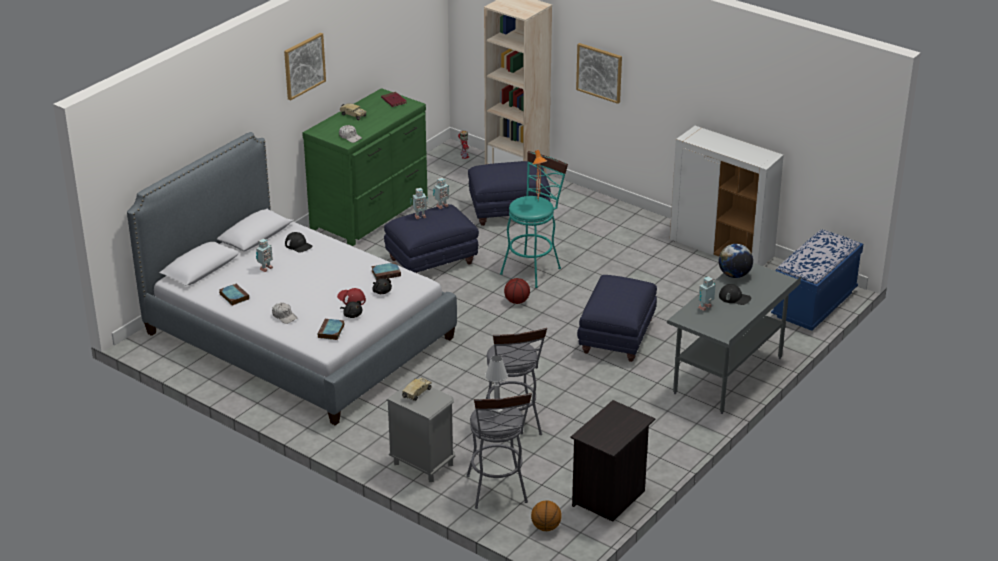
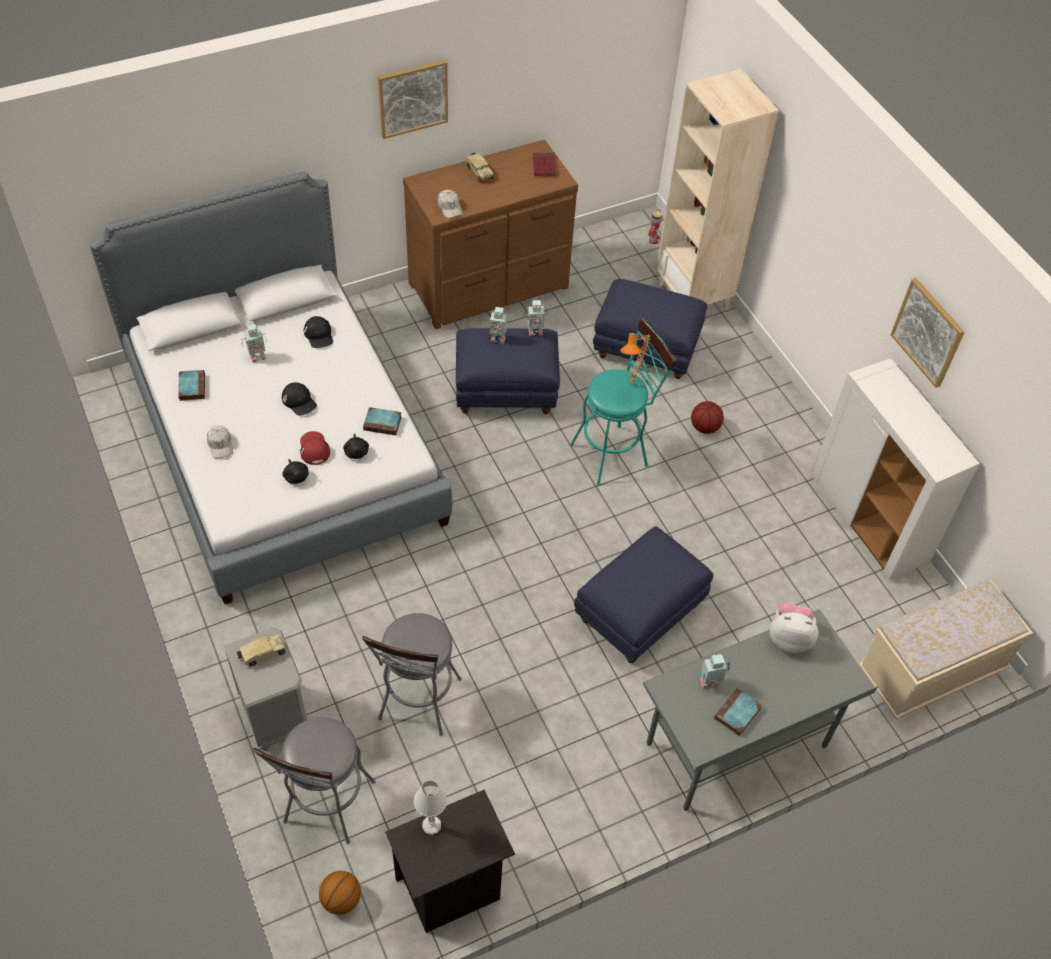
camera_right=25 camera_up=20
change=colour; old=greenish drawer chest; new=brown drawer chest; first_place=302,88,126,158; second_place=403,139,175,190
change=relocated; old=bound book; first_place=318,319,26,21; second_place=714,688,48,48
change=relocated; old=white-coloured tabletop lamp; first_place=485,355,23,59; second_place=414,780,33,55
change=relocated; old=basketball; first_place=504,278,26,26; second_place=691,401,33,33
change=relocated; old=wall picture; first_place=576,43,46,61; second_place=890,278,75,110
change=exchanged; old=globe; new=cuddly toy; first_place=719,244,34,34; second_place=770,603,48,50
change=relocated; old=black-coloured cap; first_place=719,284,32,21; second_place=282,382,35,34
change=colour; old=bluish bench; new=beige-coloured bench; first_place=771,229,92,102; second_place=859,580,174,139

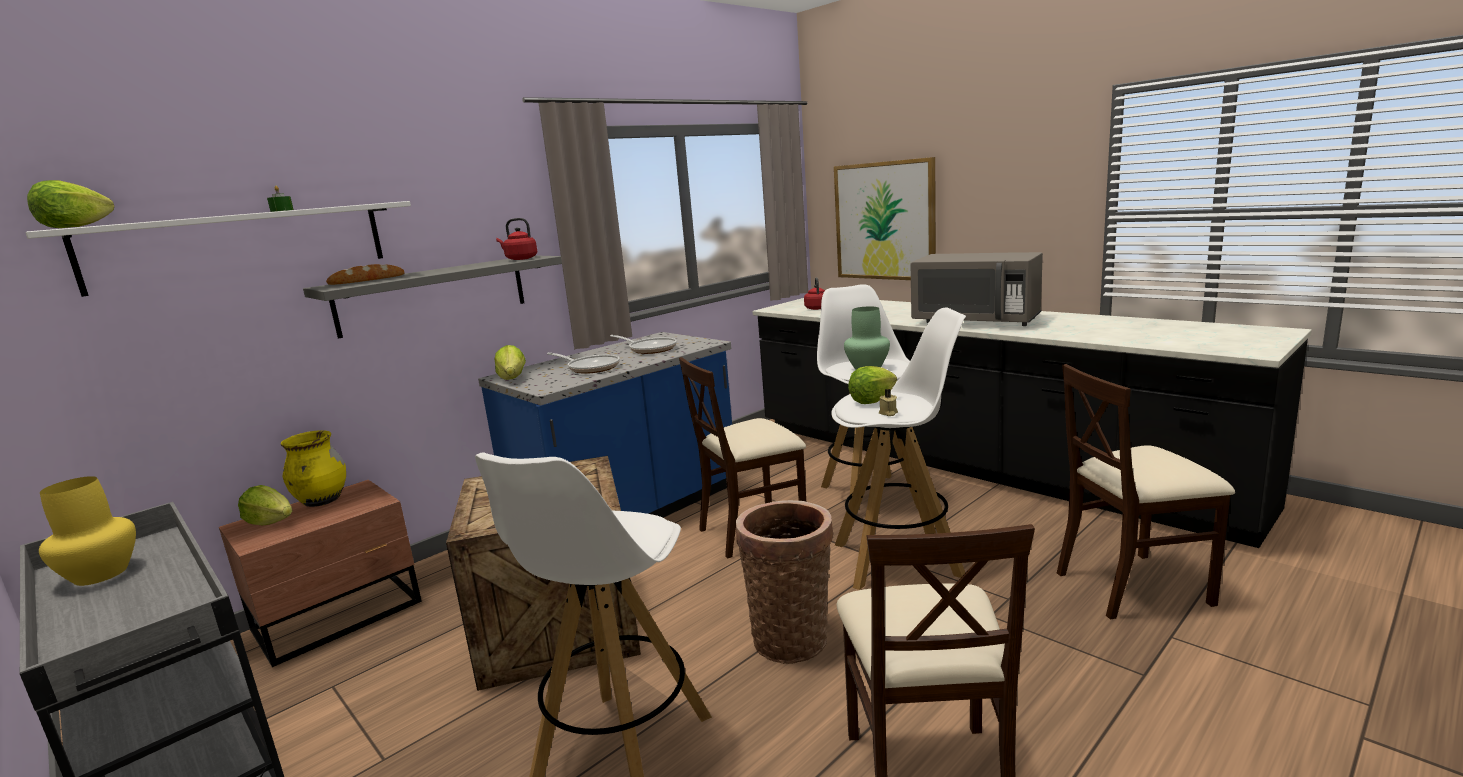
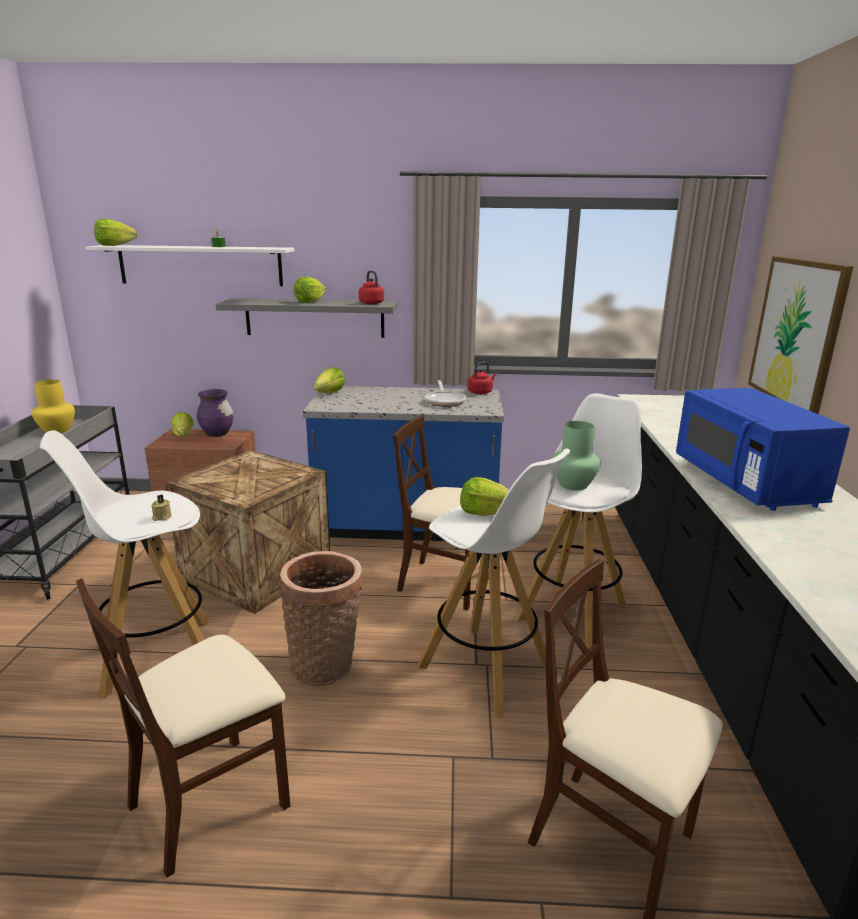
camera_right=45 camera_up=5
change=colour; old=yellow-coloured decorative vase; new=purplish decorative vase; first_place=281,430,65,77; second_place=197,389,36,48
change=missing; old=bakery bread; first_place=326,264,79,21
change=missing; old=pan; first_place=547,352,73,22
change=relocated; old=red water kettle; first_place=804,277,20,33; second_place=468,362,28,32
change=relocated; old=beige-coloured wax light; first_place=879,389,19,27; second_place=152,495,20,26
change=colour; old=grey microwave oven; new=bluish microwave oven; first_place=911,252,132,74; second_place=676,388,174,123
change=appeared; new=head of lettuce; second_place=293,277,33,26

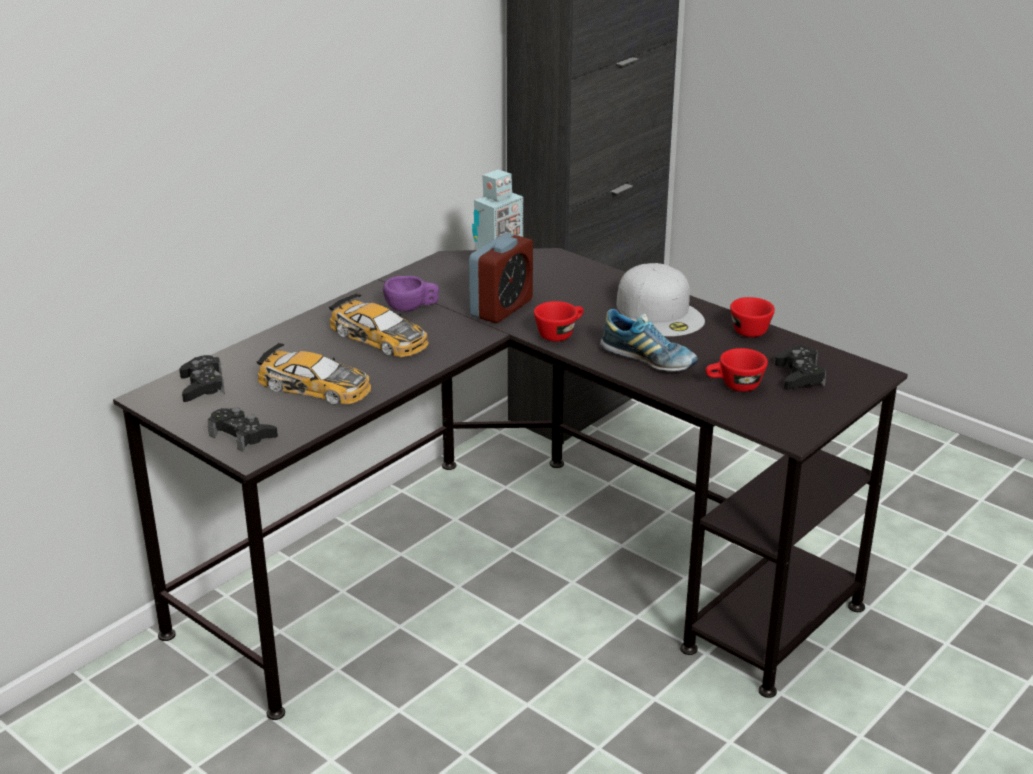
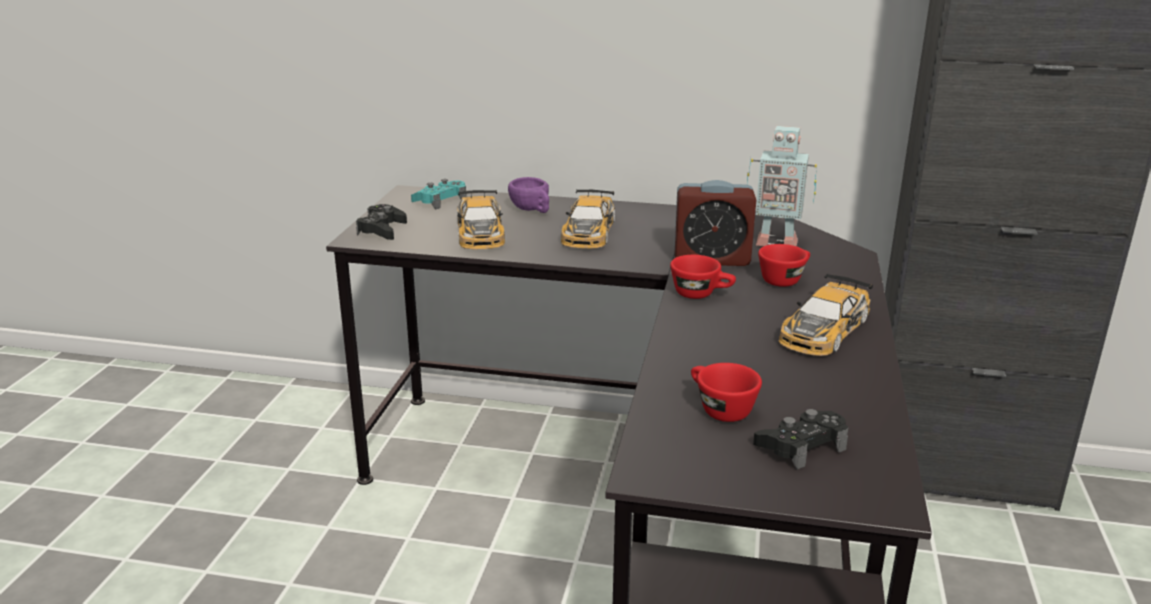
camera_right=60 camera_up=-5
change=colour; old=black-coloured joypad; new=blue-green joypad; first_place=179,355,46,47; second_place=411,179,56,31
change=relocated; old=purplish drinking cup; first_place=383,276,56,36; second_place=508,177,41,36
change=missing; old=low shoe; first_place=600,309,98,62
change=exchanged; old=white-coloured cap; new=miniature car; first_place=617,263,88,74; second_place=778,274,95,82
change=relocated; old=red drinking cup; first_place=730,297,45,40; second_place=758,244,52,43

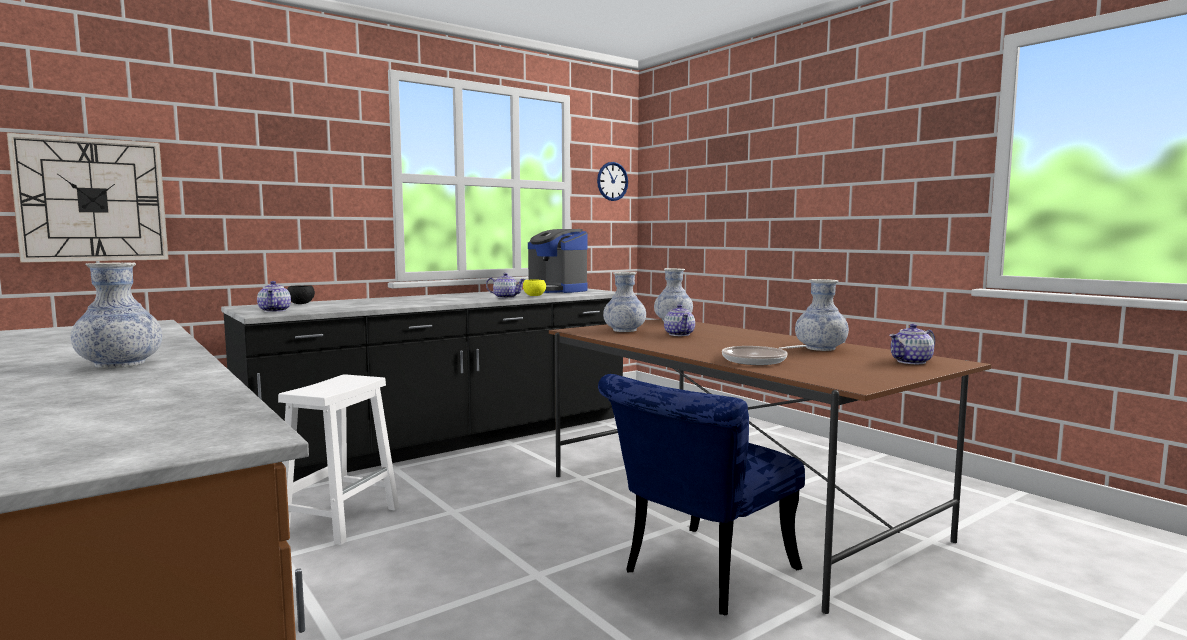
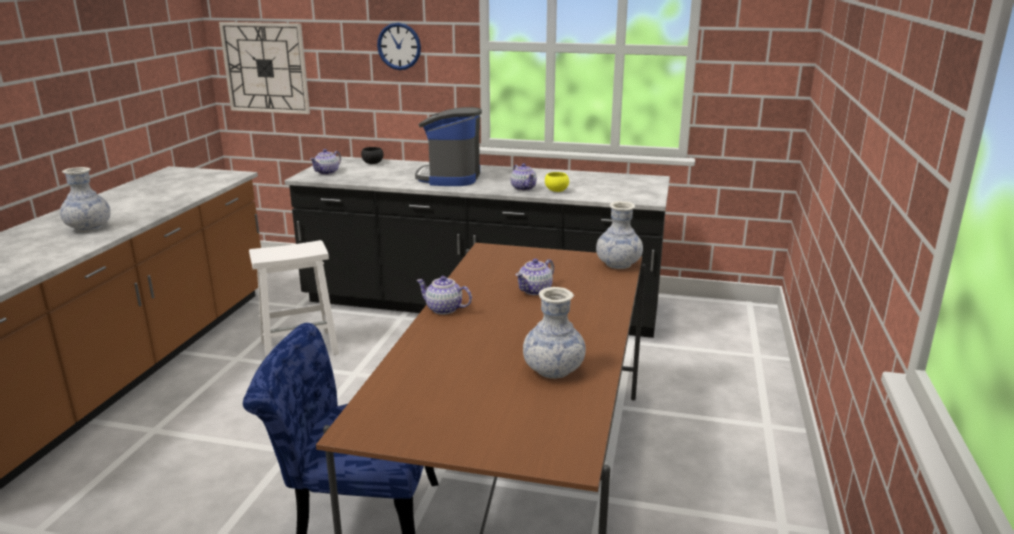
camera_right=50 camera_up=15
change=relocated; old=coffee maker; first_place=528,229,60,64; second_place=415,107,67,79
change=relocated; old=clock on the wall; first_place=597,162,31,39; second_place=377,23,44,47
change=missing; old=decorative vase; first_place=603,272,43,60
change=missing; old=pan; first_place=722,345,84,20
change=relocated; old=pot for tea; first_place=889,324,46,40; second_place=416,276,56,39

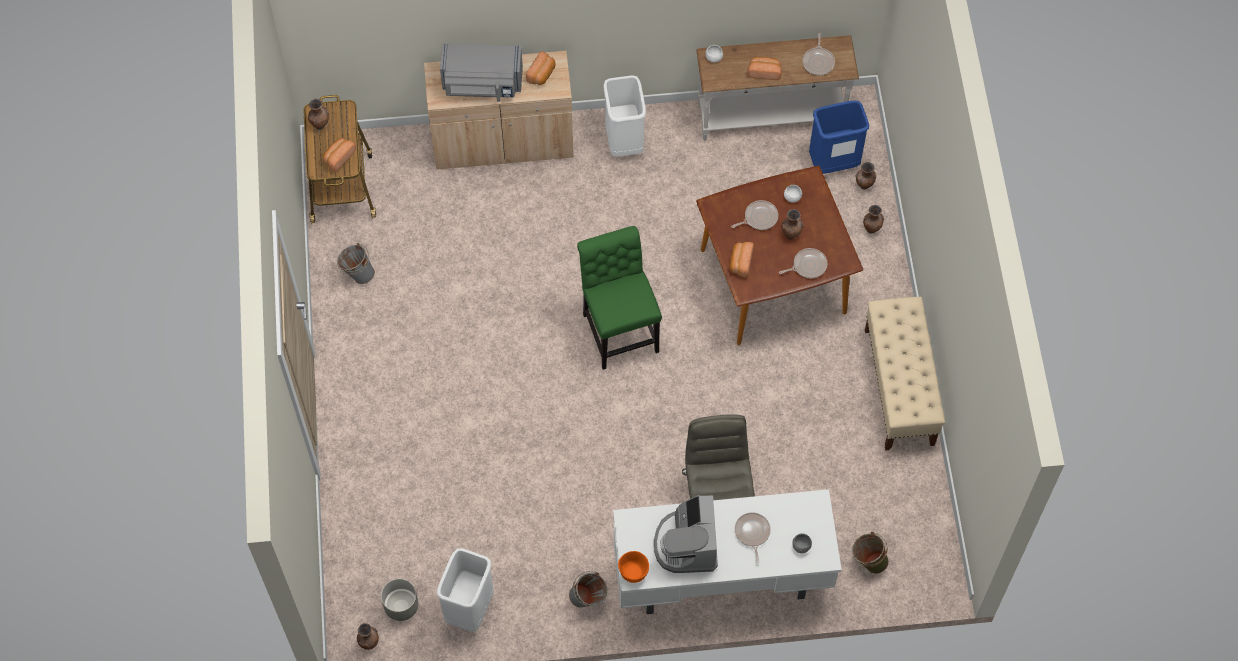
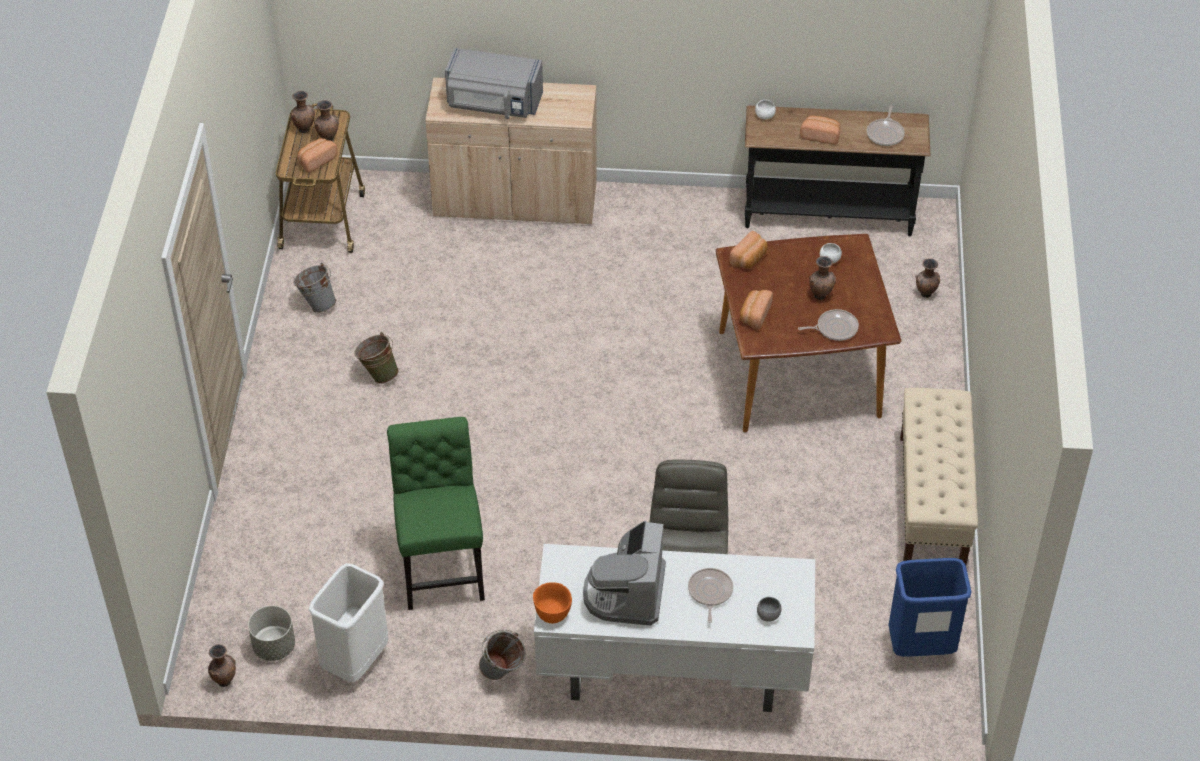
camera_right=10 camera_up=-15
change=relocated; old=bakery bread; first_place=526,51,29,34; second_place=730,231,38,38
change=relocated; old=greenish upright chair; first_place=577,226,85,144; second_place=387,417,98,193
change=missing; old=white-coloured trash can; first_place=603,75,43,82
change=colour; old=white-coloured hall table; new=black-coloured hall table; first_place=696,35,163,106; second_place=745,105,185,131
change=missing; old=pan; first_place=731,200,47,30
change=relocated; old=bluish trash can; first_place=809,100,60,74; second_place=889,558,83,99
change=relocated; old=greenish water bucket; first_place=852,532,37,42; second_place=355,332,44,52
change=relocated; old=brown decorative vase; first_place=863,205,21,29; second_place=314,100,25,41

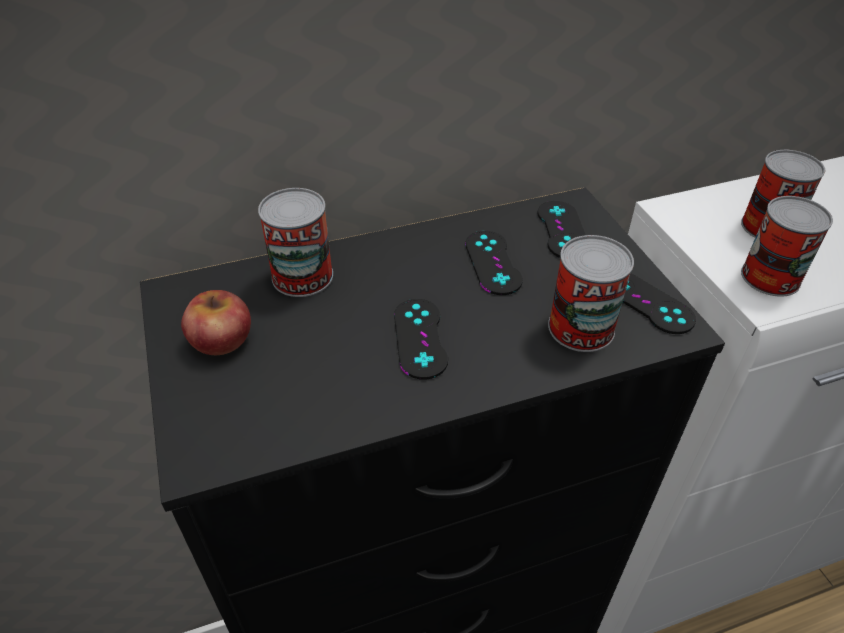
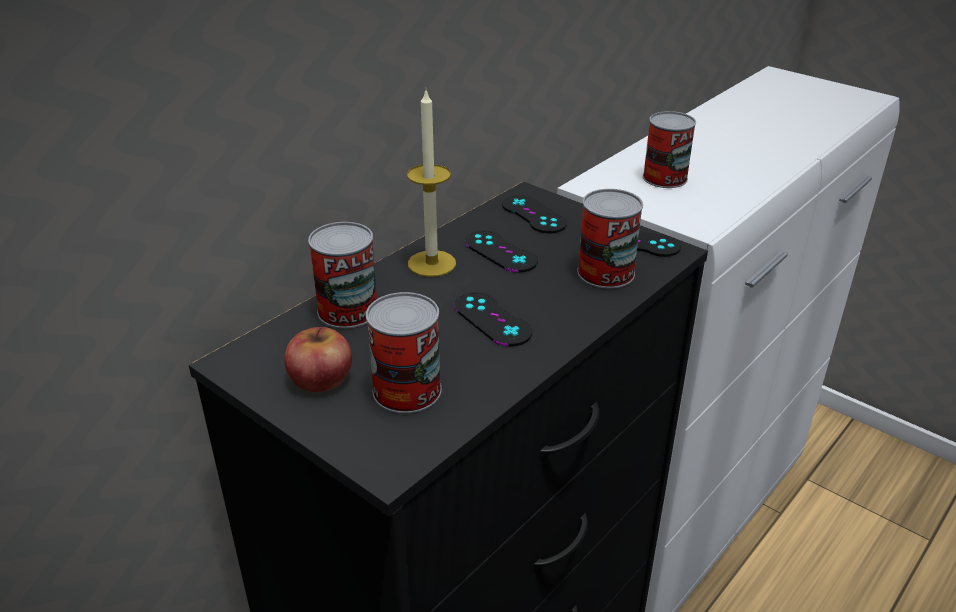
camera_right=-30 camera_up=-10
change=relocated; old=metal can; first_place=741,196,92,101; second_place=366,292,76,122
change=appeared; new=wax light; second_place=407,91,49,186

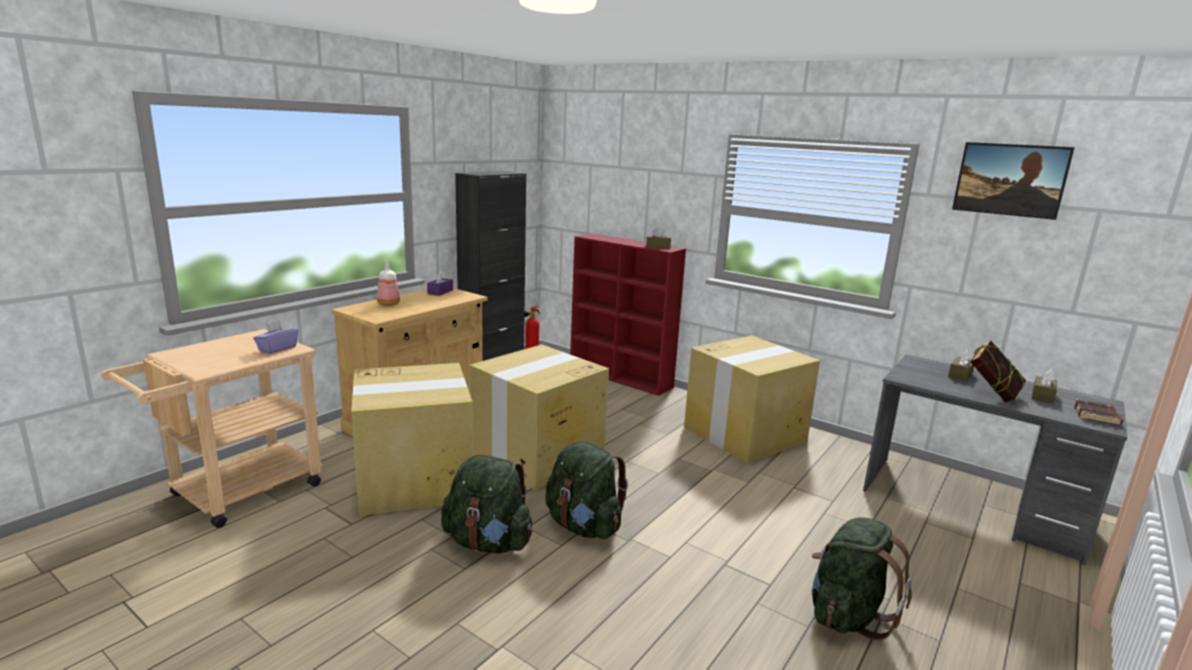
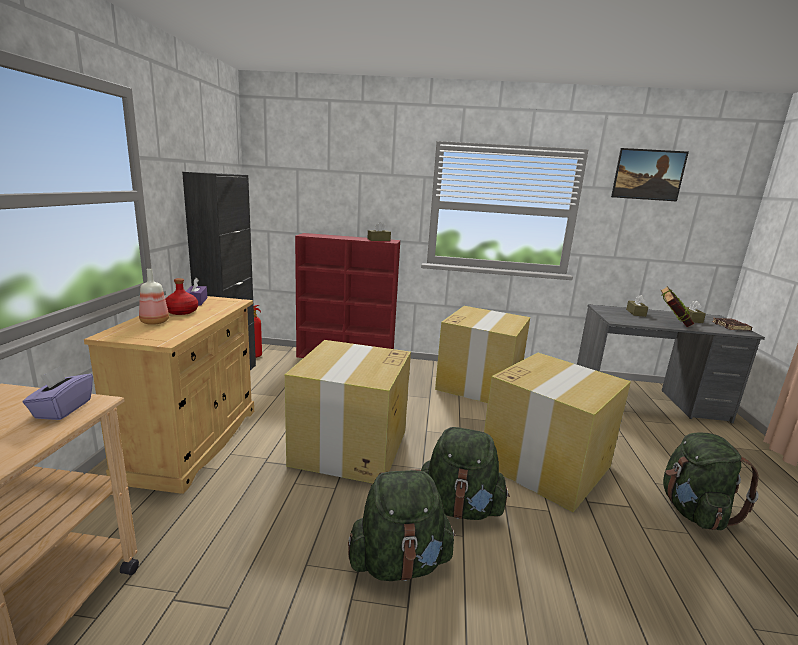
camera_right=-30 camera_up=0
change=relocated; old=packing box; first_place=351,363,122,153; second_place=484,353,147,159
change=appeared; new=red beverage bottle; second_place=165,278,33,37

